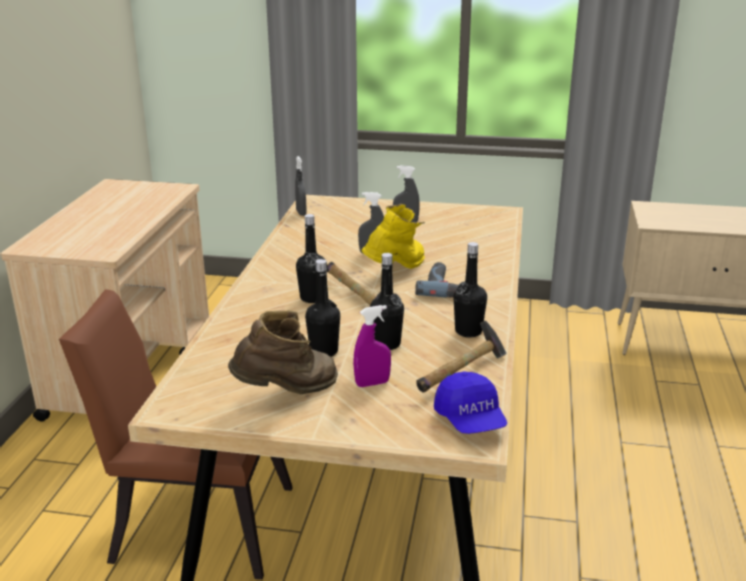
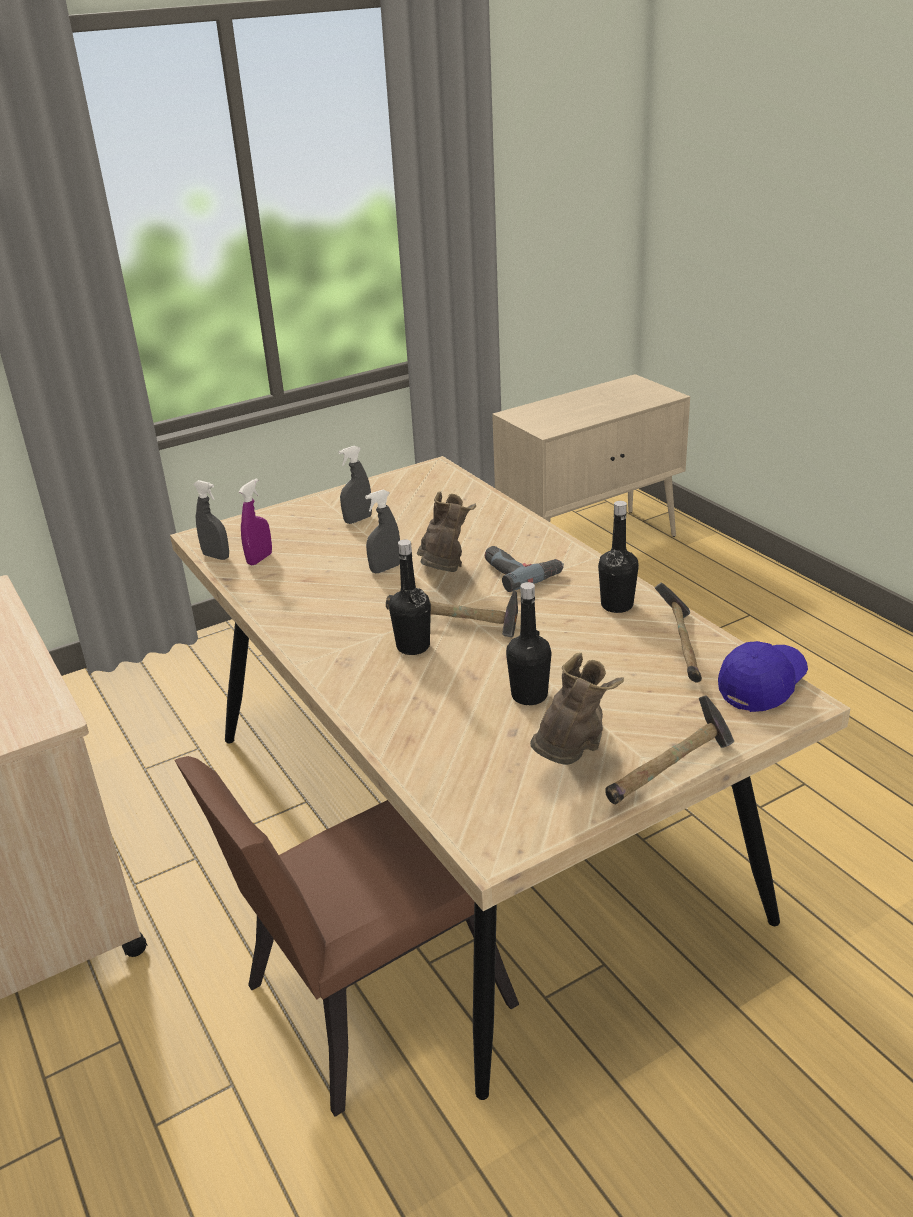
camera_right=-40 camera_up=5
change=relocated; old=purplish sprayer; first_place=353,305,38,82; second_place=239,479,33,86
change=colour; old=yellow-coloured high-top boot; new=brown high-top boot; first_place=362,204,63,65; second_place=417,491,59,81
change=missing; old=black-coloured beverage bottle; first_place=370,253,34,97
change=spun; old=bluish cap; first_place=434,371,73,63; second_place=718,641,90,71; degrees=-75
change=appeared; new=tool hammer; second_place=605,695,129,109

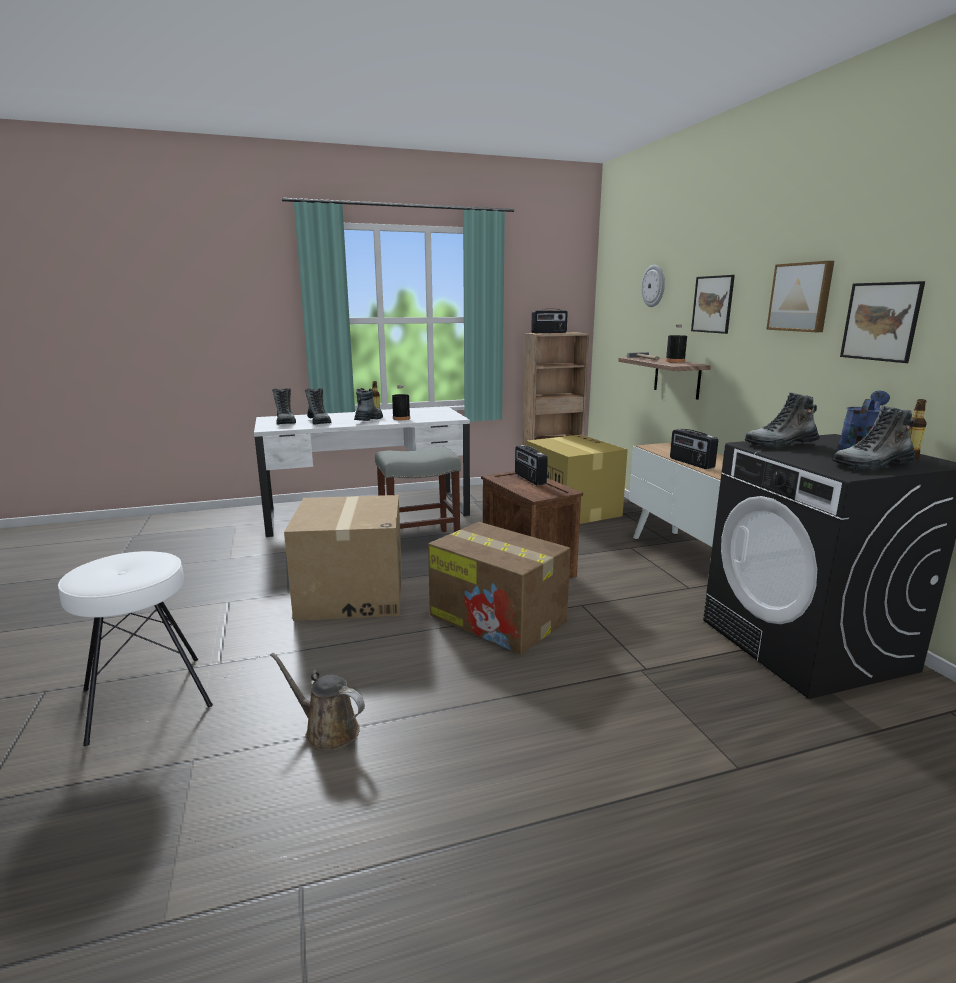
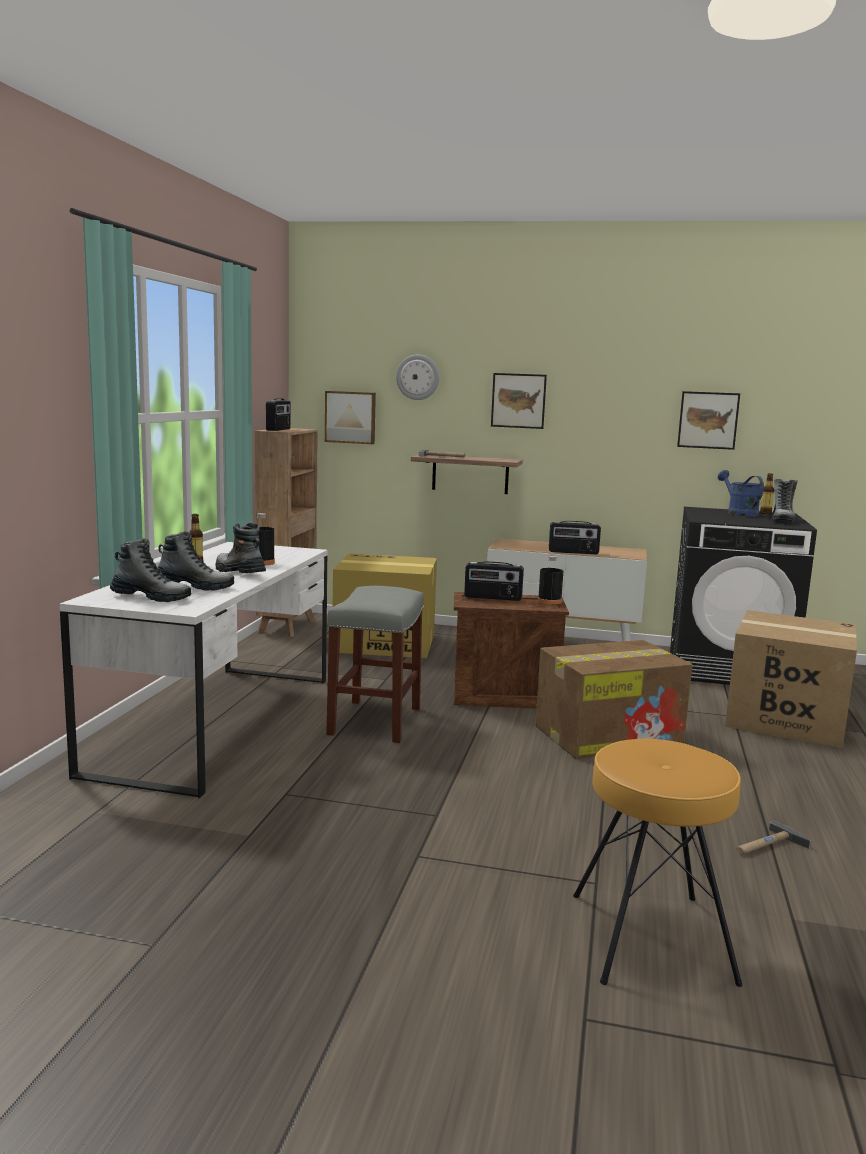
camera_right=-60 camera_up=-5
change=colour; old=white-coloured stool; new=brown stool; first_place=58,551,155,195; second_place=573,738,170,249
change=exchanged; old=brown sprinkling can; new=tool hammer; first_place=271,653,94,98; second_place=736,820,75,35
change=relocated; old=packing box; first_place=284,495,118,126; second_place=725,610,132,138
change=relocated; old=black-coloured beverage bottle; first_place=665,324,22,39; second_place=538,556,25,49
change=missing; old=high-top boot; first_place=745,392,75,57
change=relocated; old=wall picture; first_place=766,261,68,71; second_place=325,391,51,53

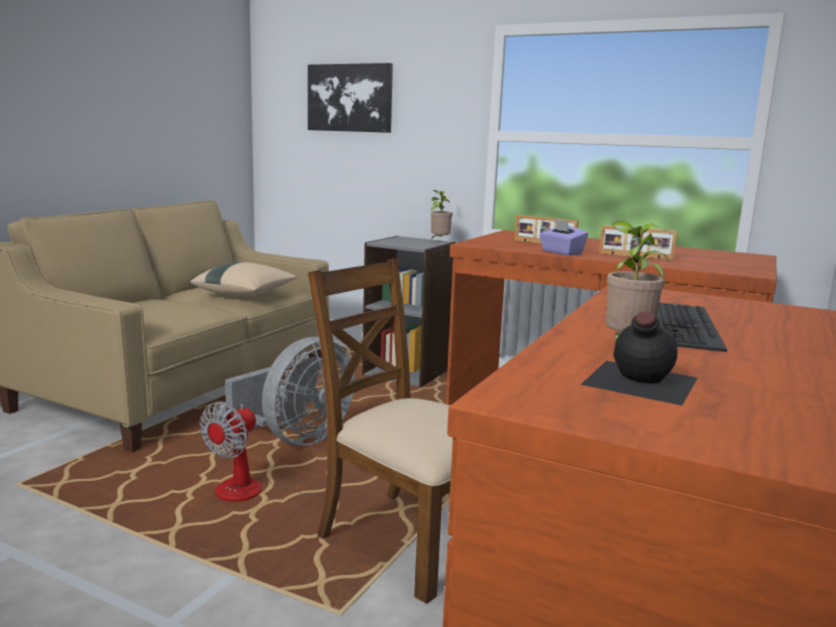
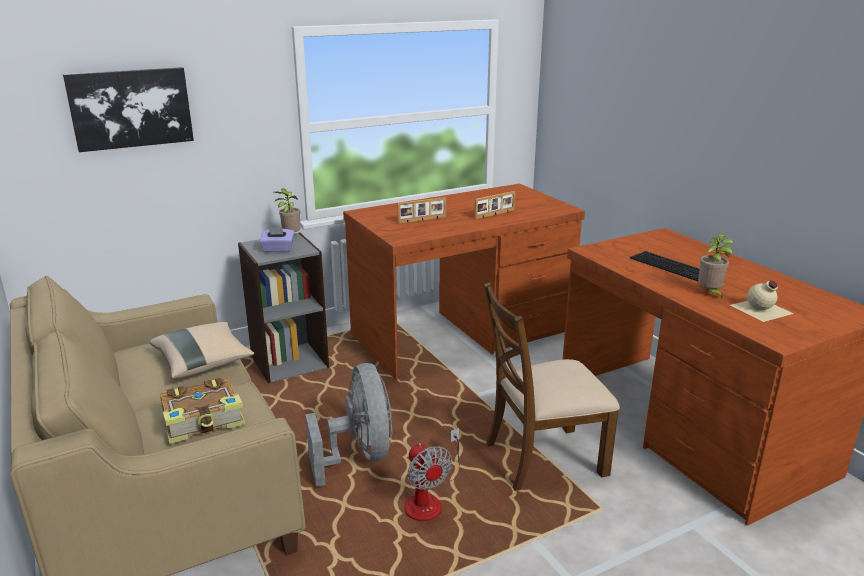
camera_right=-55 camera_up=10
change=relocated; old=purplish box of tissues; first_place=539,219,49,36; second_place=260,227,35,25
change=colour; old=black-coloured beverage bottle; new=beige-coloured beverage bottle; first_place=581,312,117,94; second_place=730,281,64,41
change=appeared; new=bound book; second_place=160,377,85,67

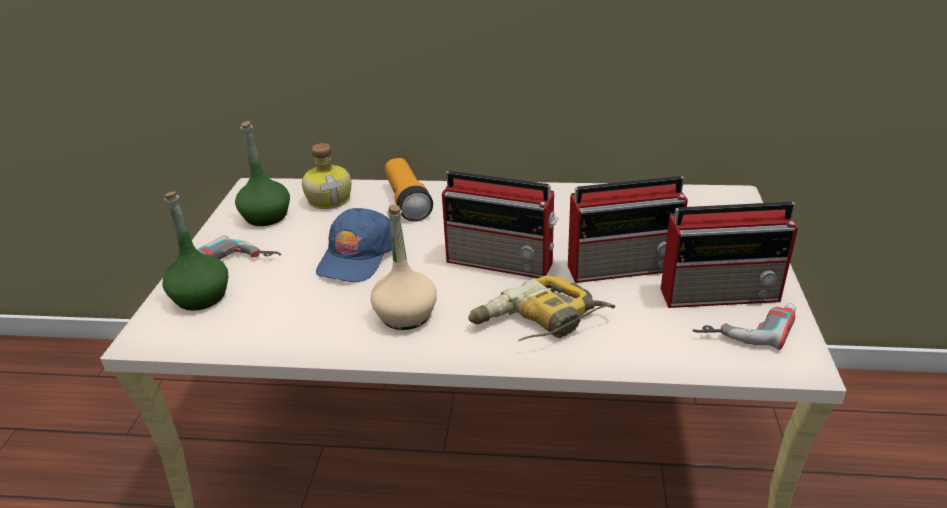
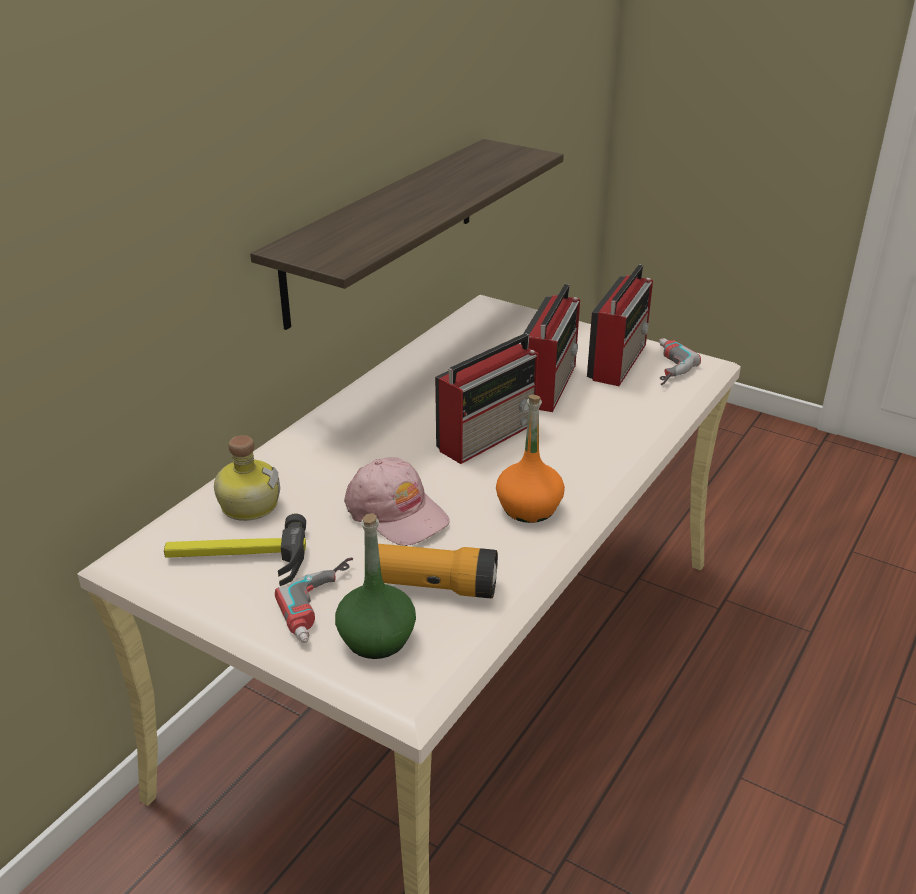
camera_right=-65 camera_up=0
change=exchanged; old=greenish beverage bottle; new=tool hammer; first_place=235,121,55,105; second_place=164,513,142,73
change=colour; old=bluish cap; new=pink cap; first_place=316,208,76,74; second_place=344,457,106,89
change=colour; old=beige-coloured beverage bottle; new=orange-coloured beverage bottle; first_place=371,204,66,126; second_place=496,395,69,128
change=relocated; old=flashlight; first_place=385,158,48,64; second_place=378,544,120,54
change=missing; old=drill; first_place=468,276,147,65
change=appeared; new=bracket shelf; second_place=250,139,314,191

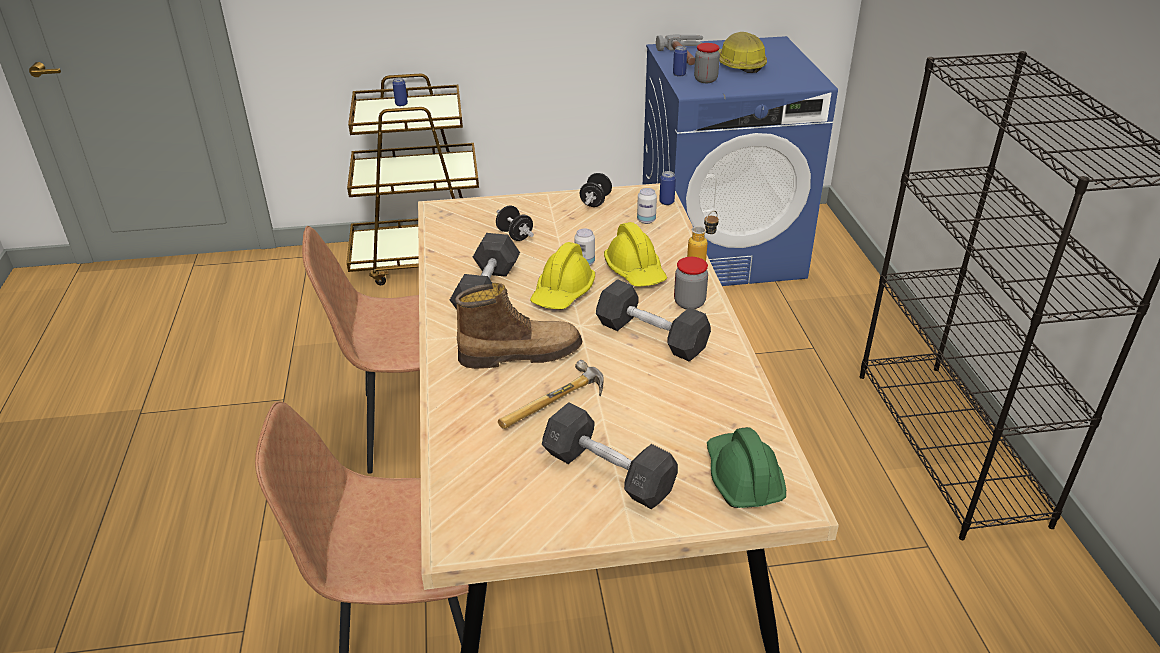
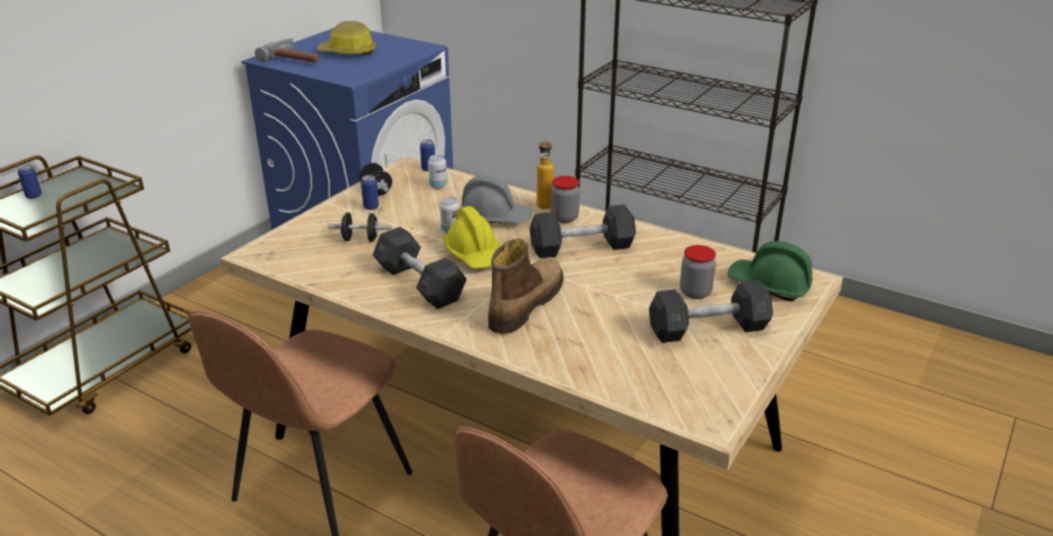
camera_right=-50 camera_up=-5
change=missing; old=tool hammer; first_place=498,360,106,69
change=colour; old=yellow-coloured work helmet; new=grey work helmet; first_place=604,222,63,65; second_place=462,175,71,49
change=relocated; old=metal can; first_place=673,46,14,31; second_place=361,175,18,35
change=relocated; old=preserve jar; first_place=694,43,26,40; second_place=680,245,36,54

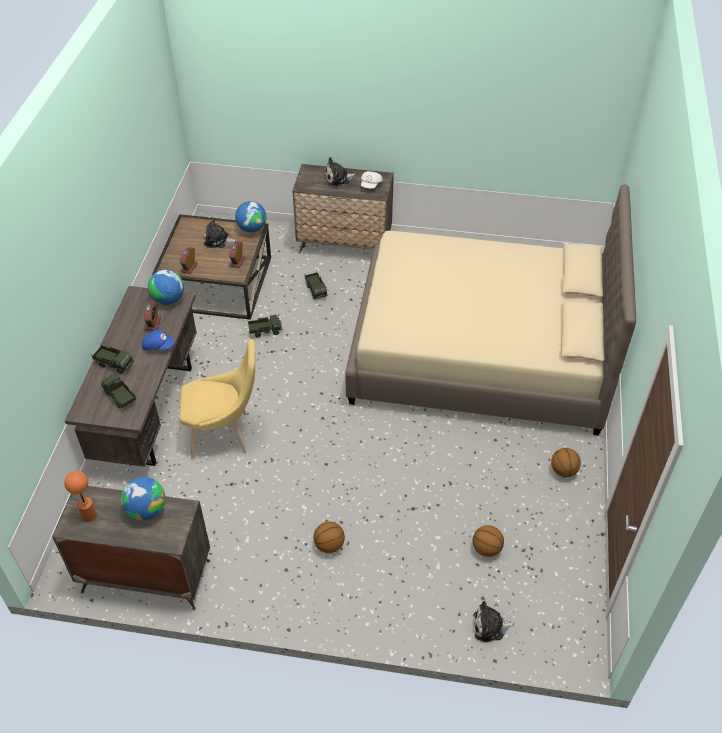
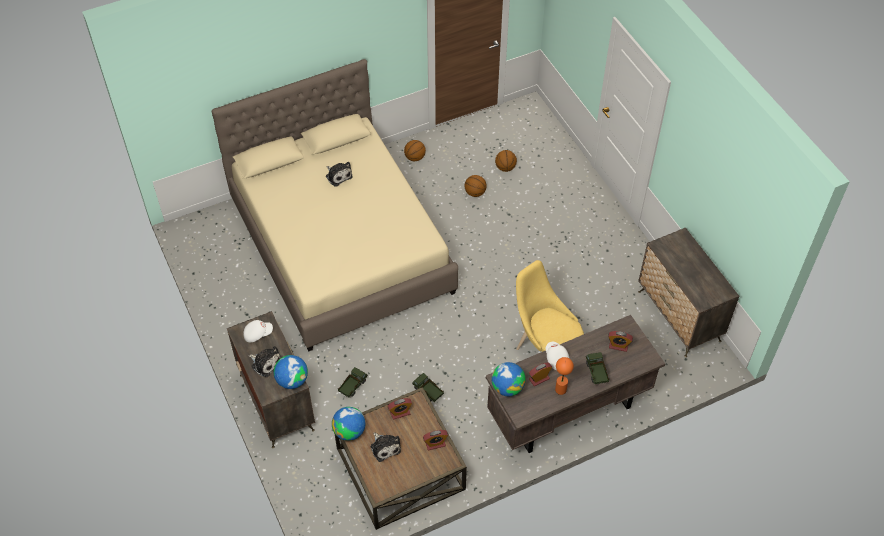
camera_right=-125 camera_up=5
change=relocated; old=orange-coloured tabletop lamp; first_place=64,471,33,51; second_place=555,357,19,38
change=exchanged; old=toy truck; new=bedside clock; first_place=101,373,35,35; second_place=608,331,25,21
change=relocated; old=globe; first_place=121,477,44,44; second_place=273,355,35,34
change=colour; old=bluish cap; new=white-coloured cap; first_place=142,330,32,20; second_place=546,342,23,28
change=relocated; old=basketball; first_place=314,522,31,31; second_place=465,175,22,22
change=relocated; old=cuddly toy; first_place=473,601,42,41; second_place=326,162,27,25

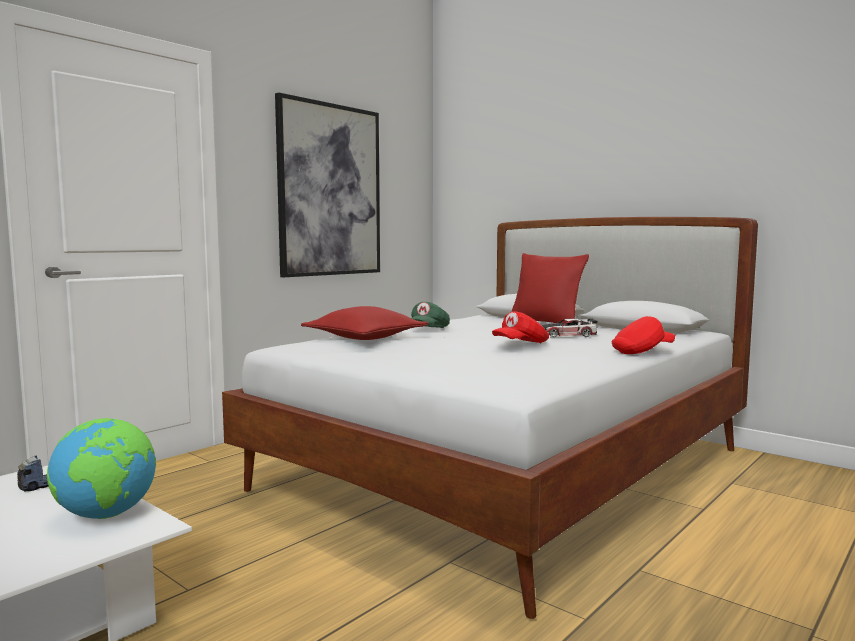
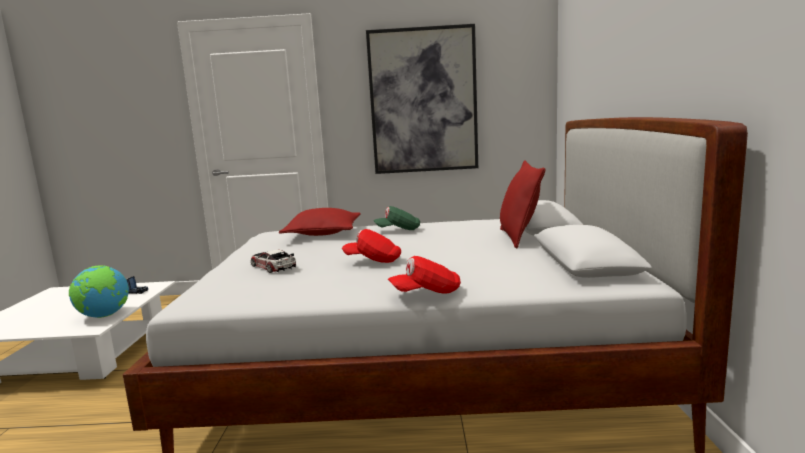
camera_right=50 camera_up=5
change=relocated; old=miniature car; first_place=542,319,55,18; second_place=251,250,45,23
change=spun; old=red cap; first_place=611,316,64,38; second_place=388,256,73,38; degrees=135

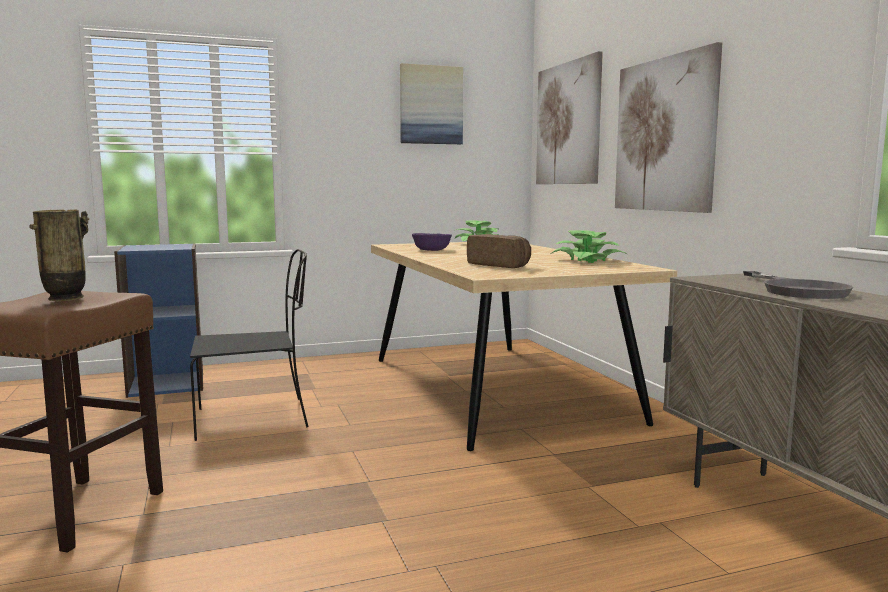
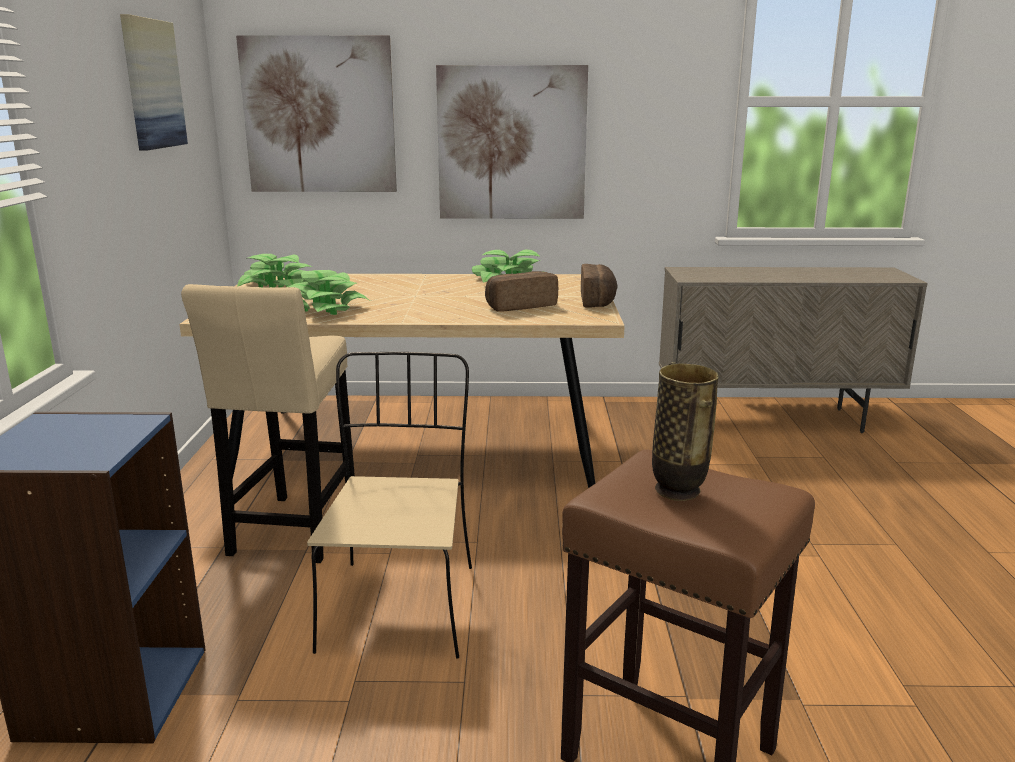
camera_right=-70 camera_up=10
change=colour; old=black-coloured upright chair; new=beige-coloured upright chair; first_place=190,249,119,192; second_place=307,352,165,307
change=exchanged; old=purplish bowl; new=houseplant; first_place=412,233,40,18; second_place=288,270,81,45
change=missing; old=grey pan; first_place=743,271,110,28
change=appeared; new=beige-coloured stool; second_place=181,284,174,279
change=appeared; new=bakery bread; second_place=581,264,37,43

